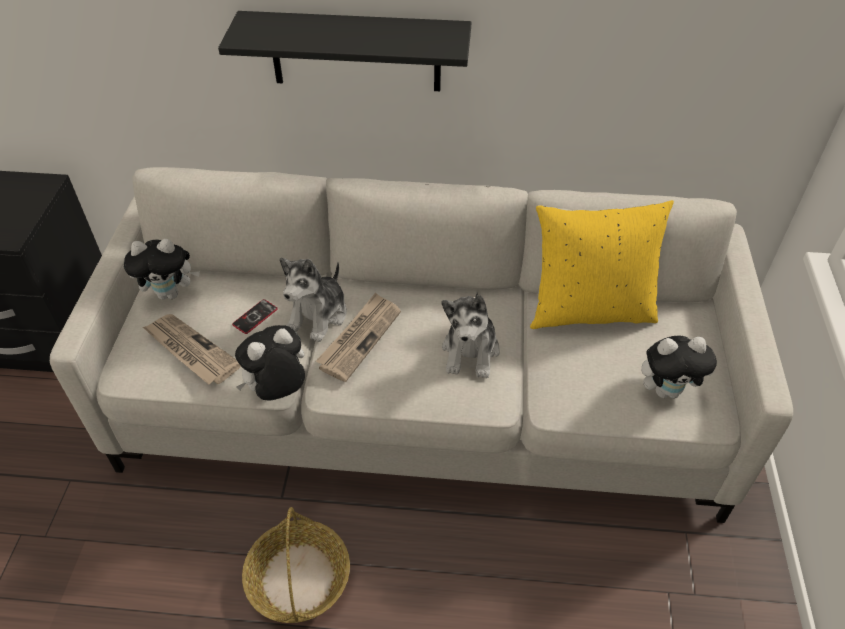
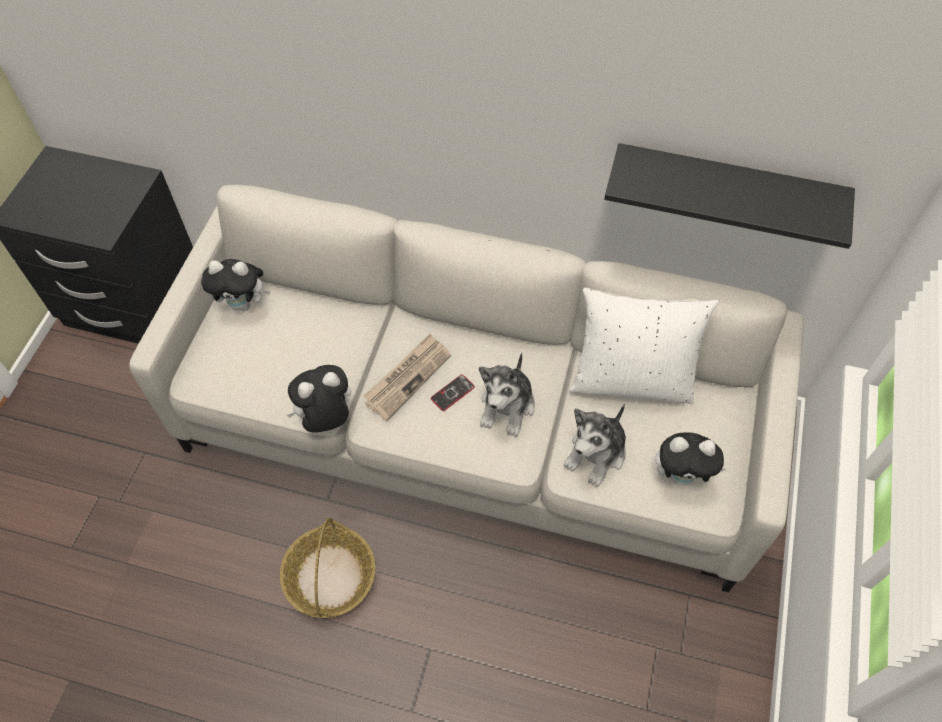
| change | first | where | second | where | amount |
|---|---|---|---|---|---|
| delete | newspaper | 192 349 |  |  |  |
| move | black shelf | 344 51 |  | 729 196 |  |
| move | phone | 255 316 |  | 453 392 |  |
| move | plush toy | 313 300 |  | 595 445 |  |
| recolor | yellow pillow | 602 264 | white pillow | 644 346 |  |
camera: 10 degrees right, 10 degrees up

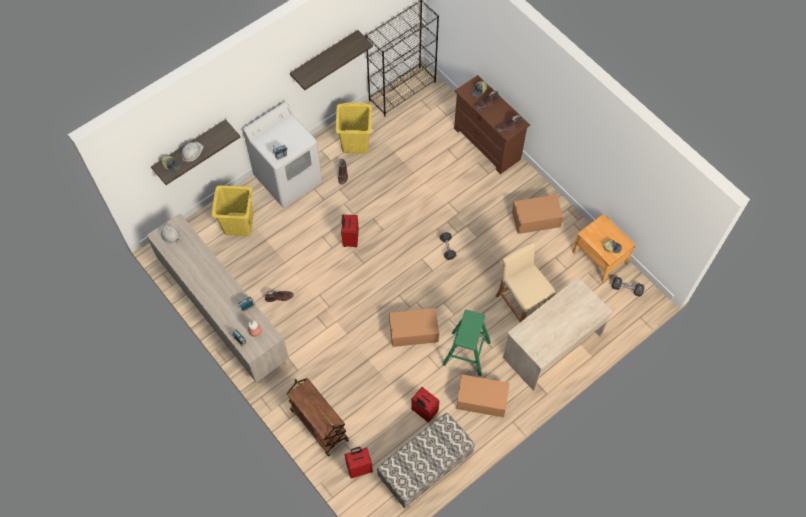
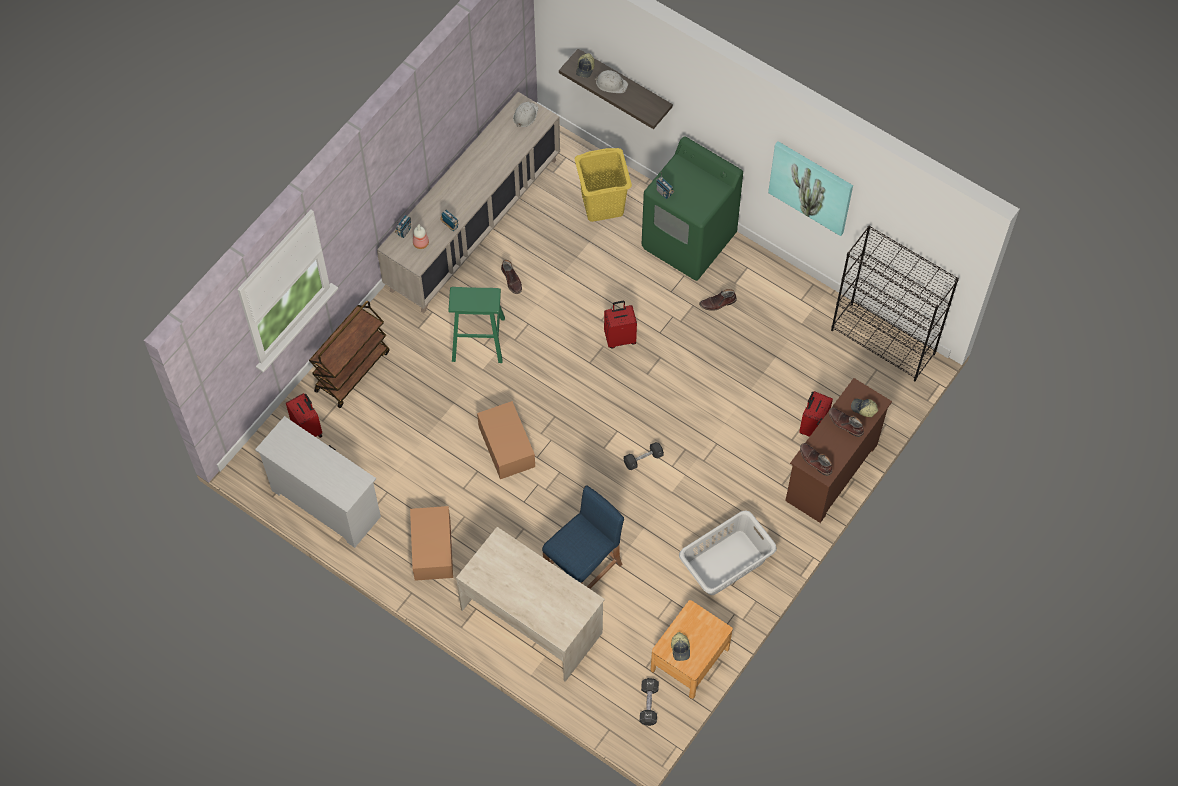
| change | first | where | second | where | amount |
|---|---|---|---|---|---|
| recolor | white washing machine | 282 155 | green washing machine | 692 209 |  |
| replace | shelf | 331 60 | picture | 810 188 |  |
| delete | yellow laundry basket | 354 128 |  |  |  |
| replace | bench | 426 460 | white dresser | 318 482 |  |
| move | red suitcase | 425 404 |  | 816 414 |  |
| move | green stool | 466 343 |  | 476 325 |  |
| recolor | beige stool | 525 282 | blue stool | 583 537 |  |
| replace | cardboard box | 537 214 | grey laundry basket | 728 553 |  |
camera: 75 degrees right, 0 degrees up

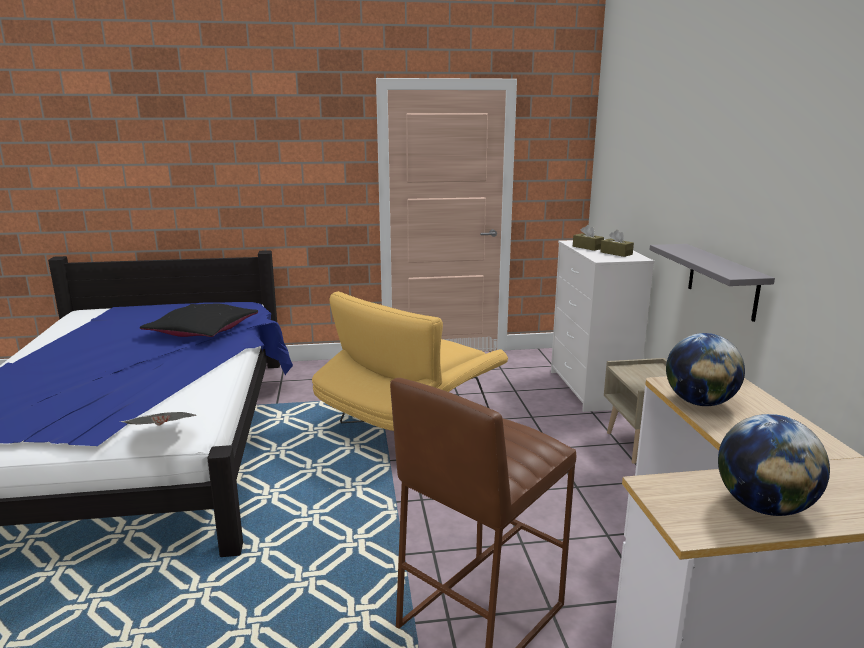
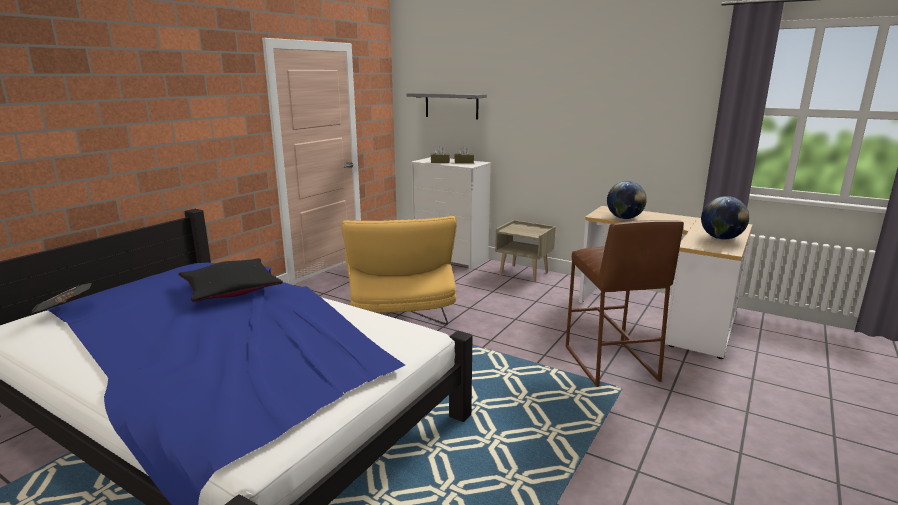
| change | first | where | second | where | amount |
|---|---|---|---|---|---|
| move | newspaper | 158 419 |  | 61 298 |  |
| move | grey shelf | 712 283 |  | 446 106 |  |
camera: 50 degrees left, 0 degrees up

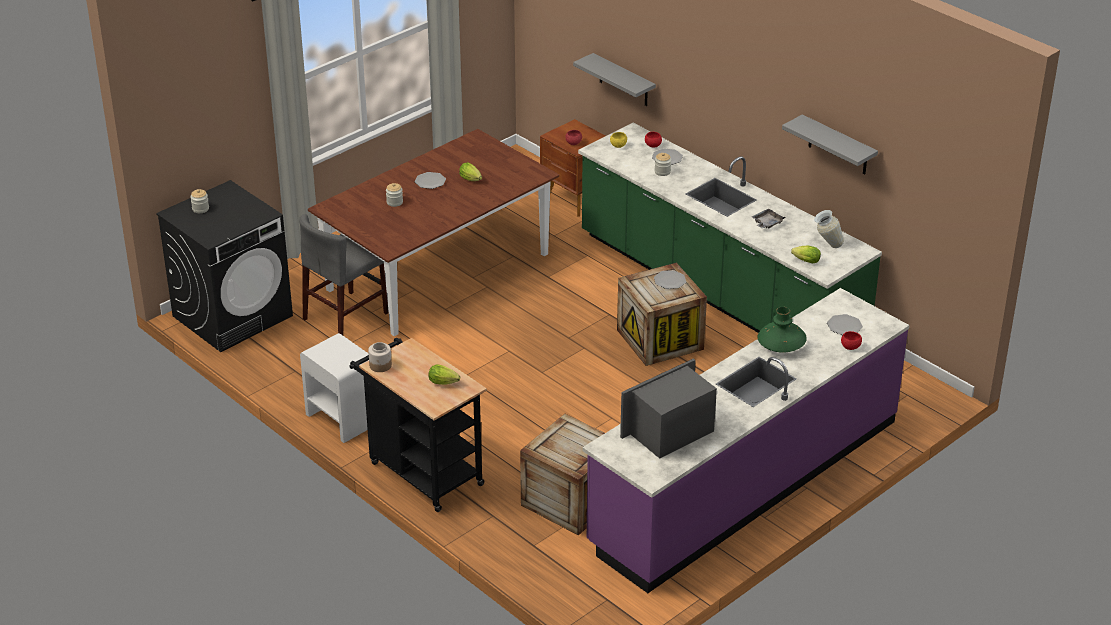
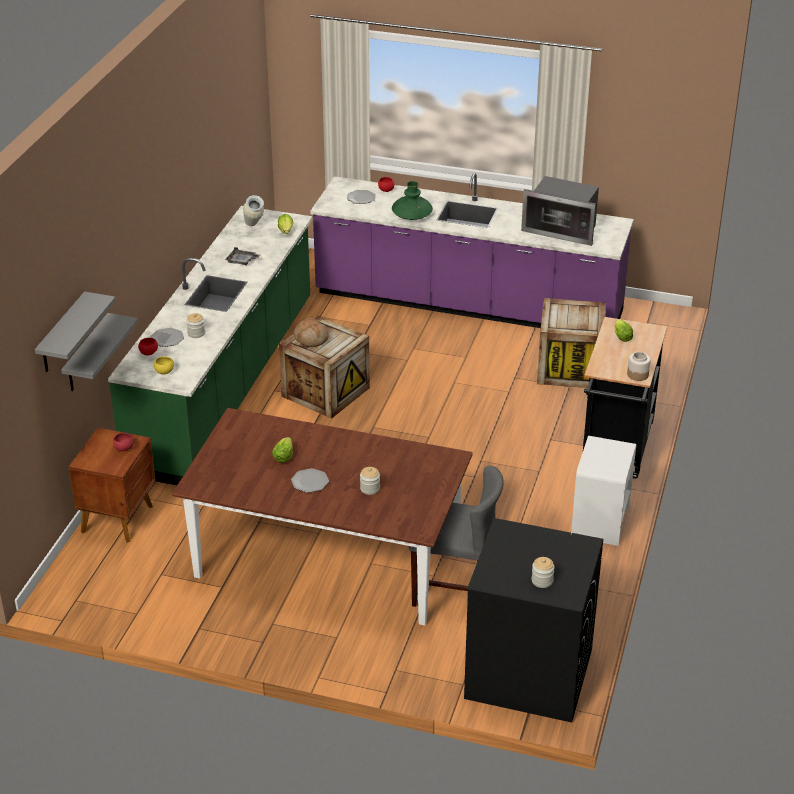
| change | first | where | second | where | amount |
|---|---|---|---|---|---|
| replace | plate | 670 279 | bread | 311 332 |  |
| move | grey shelf | 830 144 |  | 75 331 |  |
camera: 120 degrees left, 0 degrees up

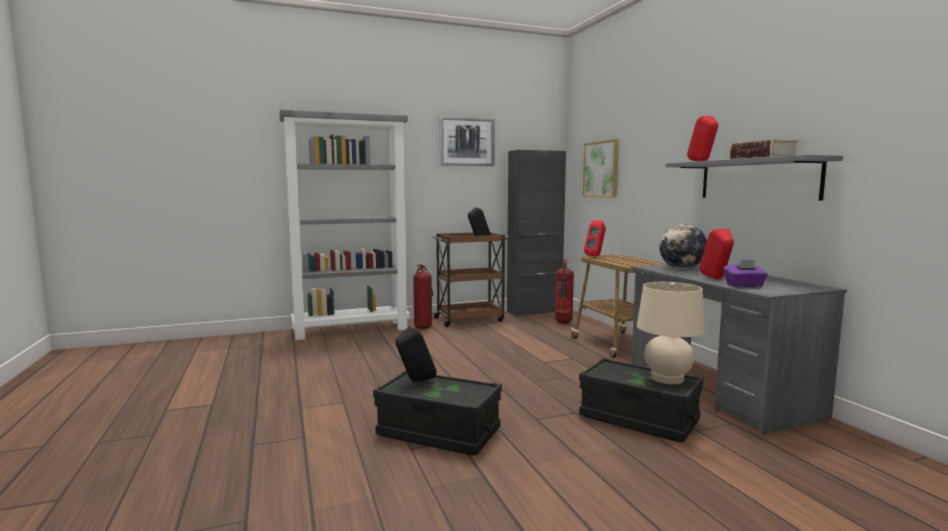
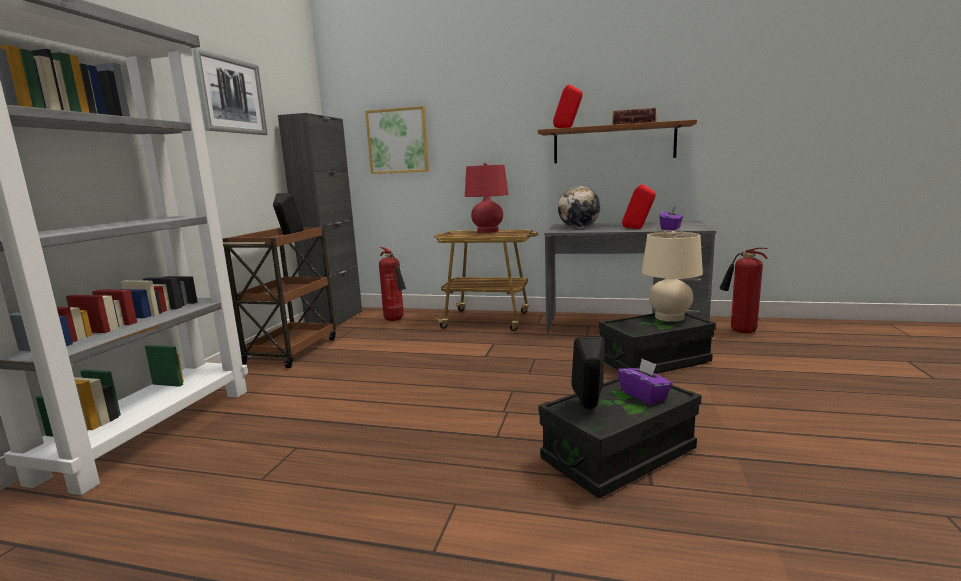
| change | first | where | second | where | amount |
|---|---|---|---|---|---|
| move | fire extinguisher | 423 297 |  | 744 290 |  |
| delete | red speaker | 595 238 |  |  |  |
| recolor | grey shelf | 754 178 | brown shelf | 617 141 |  |
| insert |  |  | red table lamp | 486 198 |  |
| insert |  |  | purple tissue box | 645 381 |  |
camera: 55 degrees left, 5 degrees up

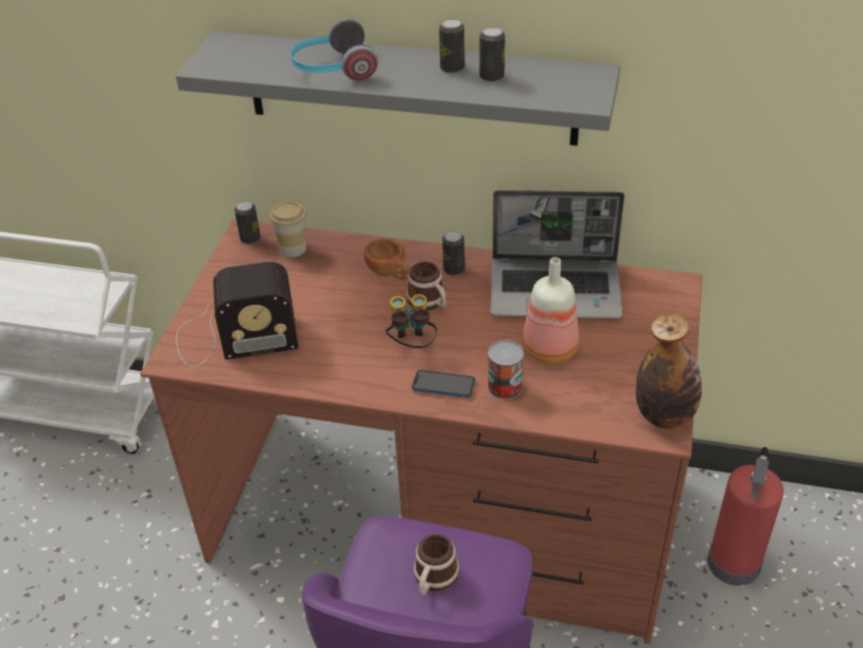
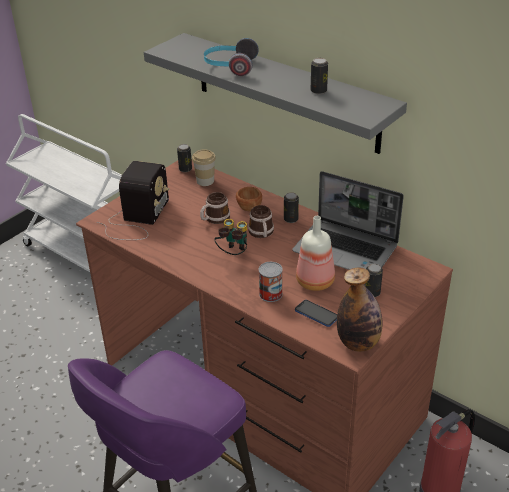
| change | first | where | second | where | amount |
|---|---|---|---|---|---|
| rotate | radio | 237 314 |  | 133 200 | 90 degrees counterclockwise |
| move | phone | 443 384 |  | 316 313 |  |
| move | mug | 436 564 |  | 215 208 |  |
| move | can | 452 46 |  | 374 280 |  |
camera: 25 degrees right, 5 degrees down

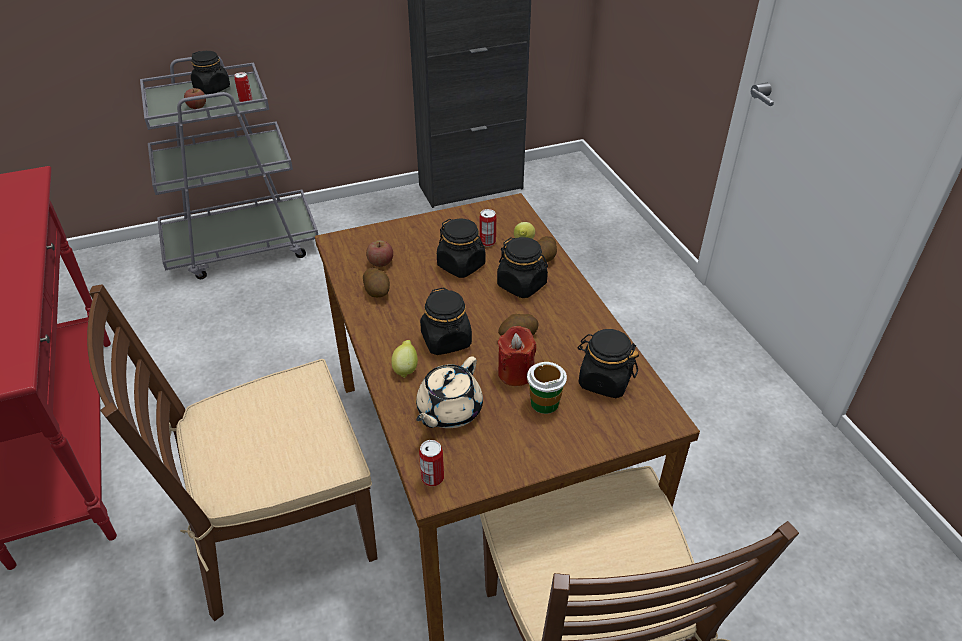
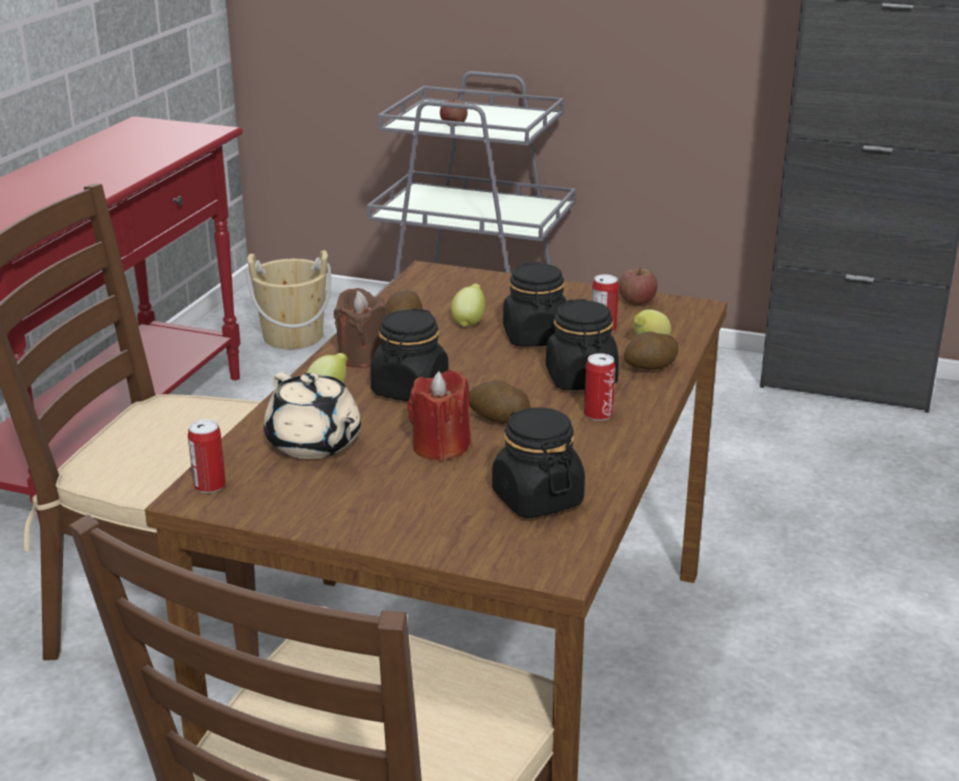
| change | first | where | second | where | amount |
|---|---|---|---|---|---|
| delete | black jar | 210 72 |  |  |  |
| move | can | 243 87 |  | 599 387 |  |
| move | apple | 379 253 |  | 638 286 |  |
| rotate | beige teapot | 449 392 |  | 312 416 | 105 degrees counterclockwise |
| delete | cup | 547 388 |  |  |  |
| insert |  |  | beige bucket | 288 299 |  |
| insert |  |  | brown candle | 361 328 |  |
| insert |  |  | lemon | 468 305 |  |
camera: 40 degrees right, 15 degrees down

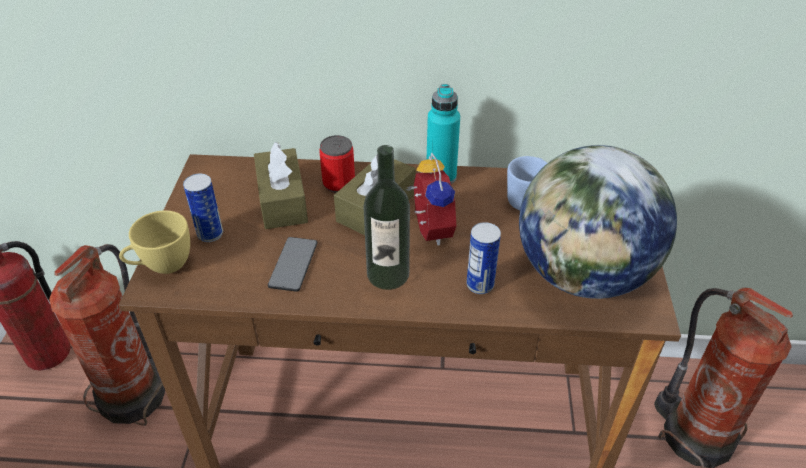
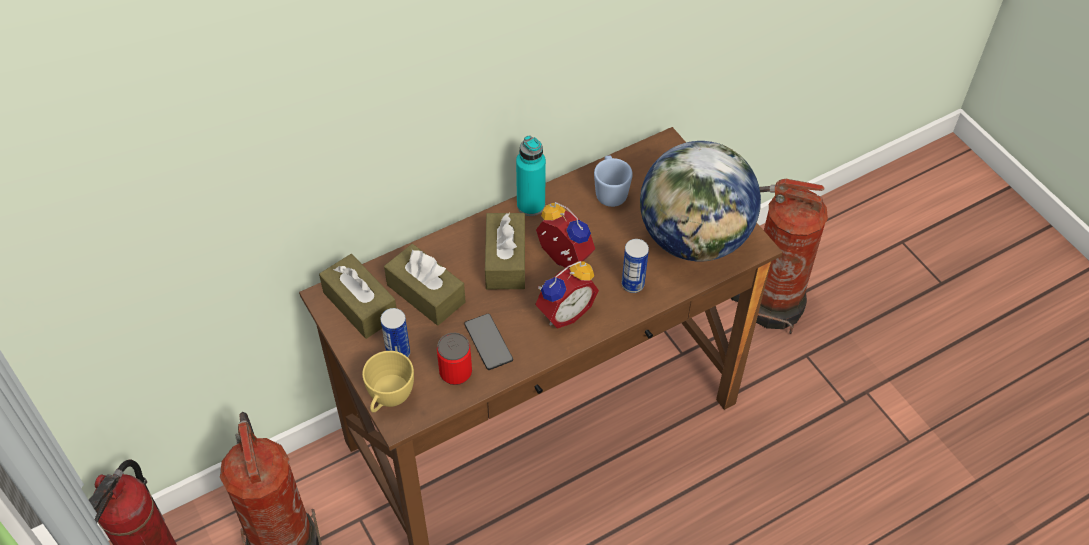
| change | first | where | second | where | amount |
|---|---|---|---|---|---|
| move | can | 337 164 |  | 454 359 |  |
| replace | bottle | 386 217 | alarm clock | 567 295 |  |
| insert |  |  | brown tissue box | 357 296 |  |
camera: 35 degrees left, 10 degrees up

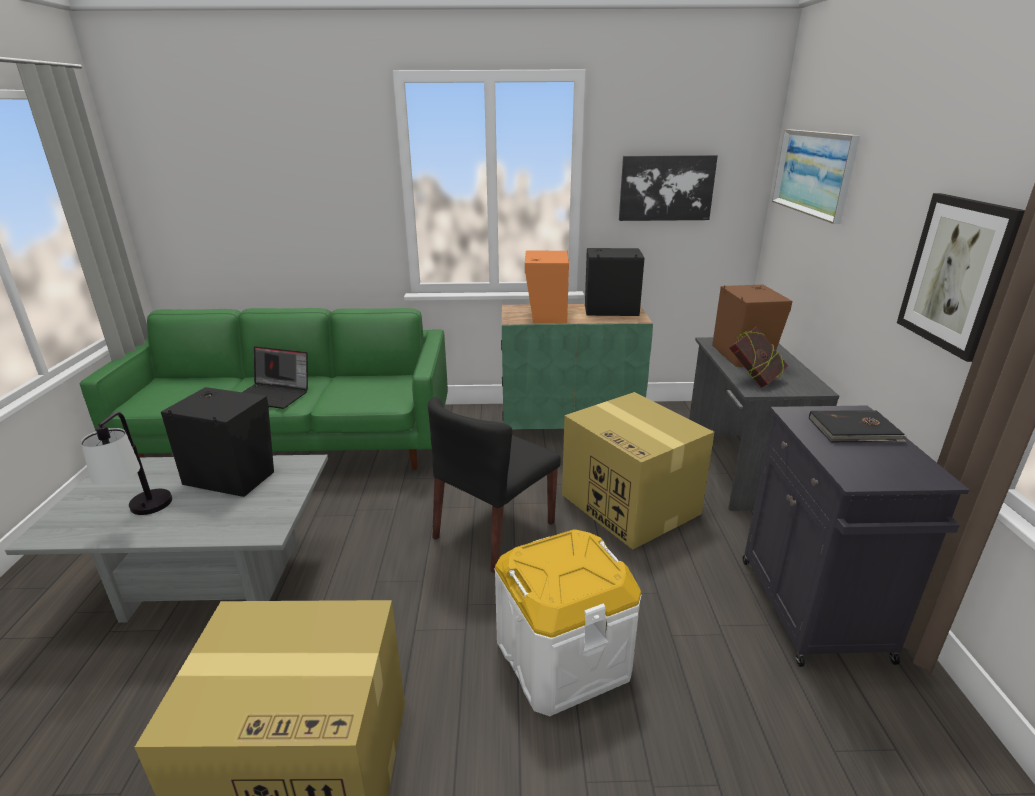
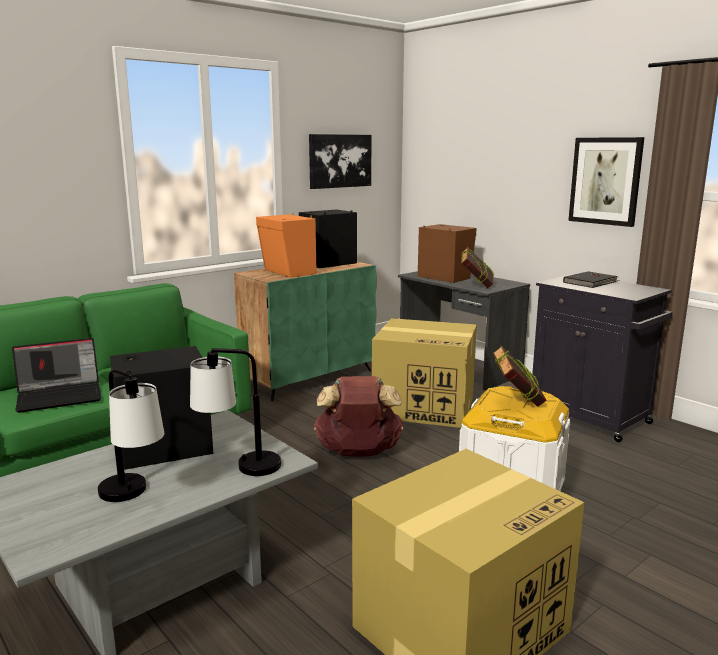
| change | first | where | second | where | amount |
|---|---|---|---|---|---|
| replace | black chair | 494 485 | brown backpack | 359 416 |  |
| delete | picture | 816 176 |  |  |  |
| insert |  |  | table lamp | 235 412 |  |
| insert |  |  | book | 519 376 |  |
camera: 40 degrees left, 10 degrees down

